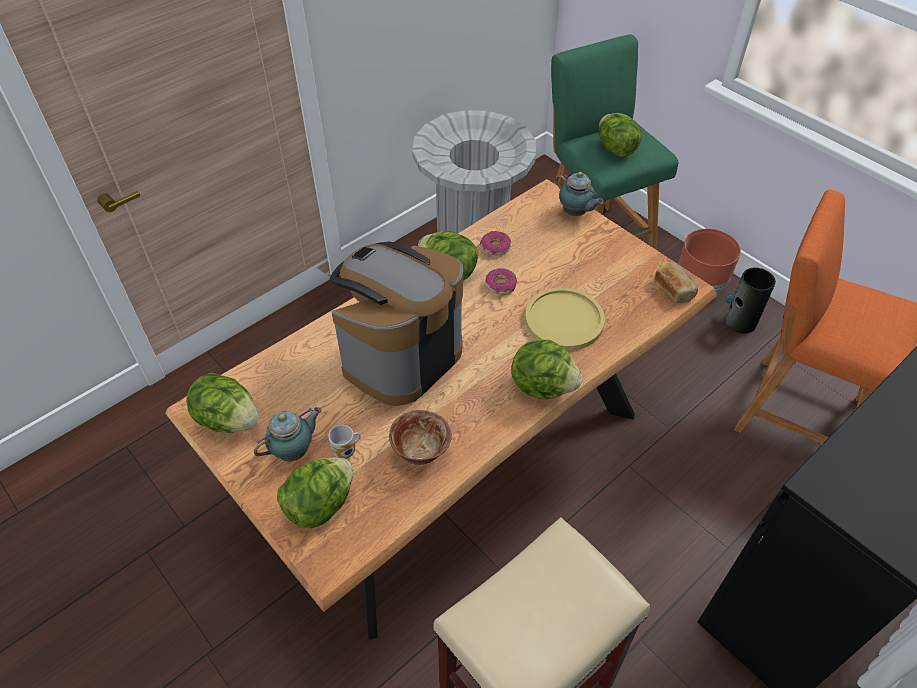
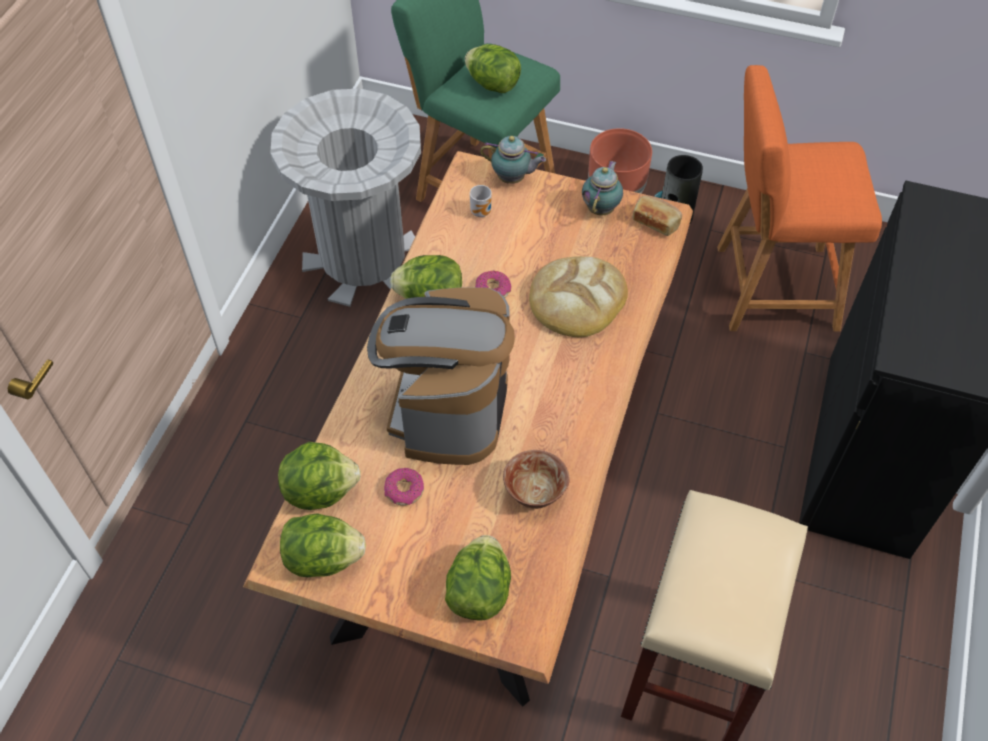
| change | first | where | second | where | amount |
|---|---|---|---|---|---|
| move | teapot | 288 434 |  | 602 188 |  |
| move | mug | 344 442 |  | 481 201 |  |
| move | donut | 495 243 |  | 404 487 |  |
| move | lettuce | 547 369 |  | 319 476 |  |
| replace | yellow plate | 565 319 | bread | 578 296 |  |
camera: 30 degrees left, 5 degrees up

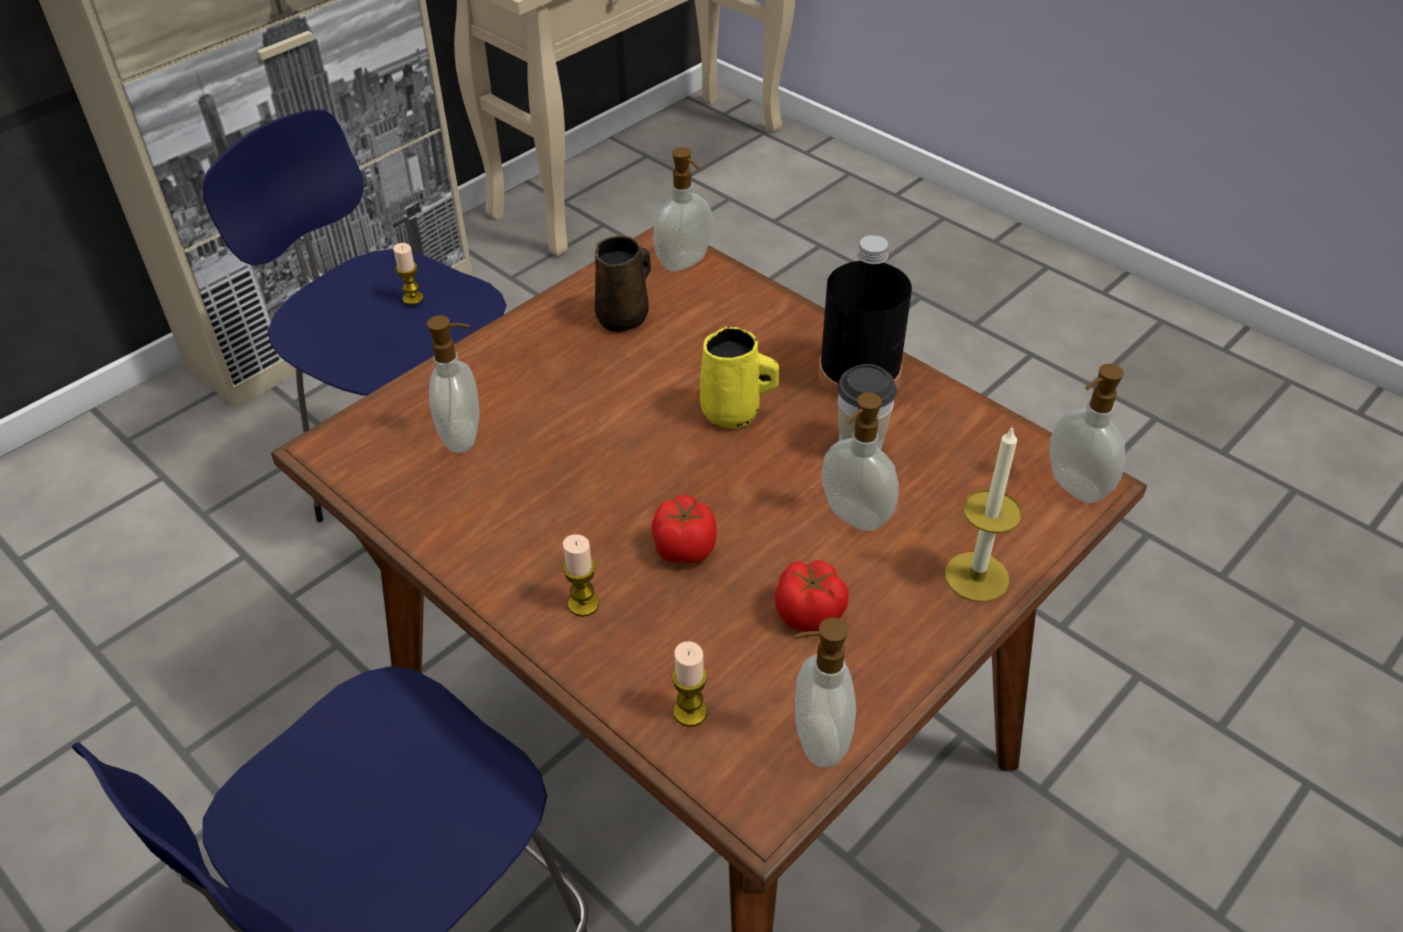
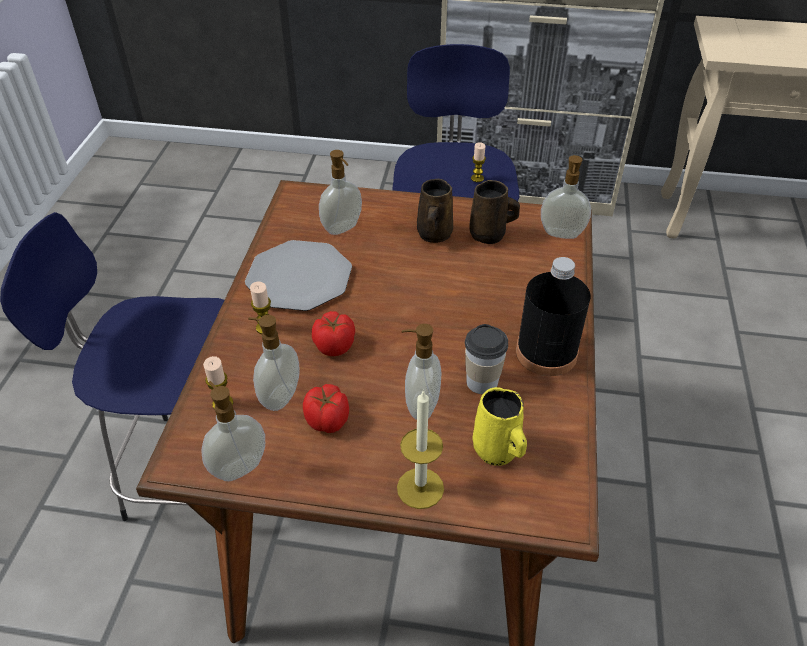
| change | first | where | second | where | amount |
|---|---|---|---|---|---|
| move | yellow mug | 739 377 |  | 499 426 |  |
| move | soap dispenser | 1087 433 |  | 273 363 |  |
| insert |  |  | plate | 298 275 |  |
| insert |  |  | brown mug | 435 211 |  |
camera: 55 degrees right, 0 degrees up

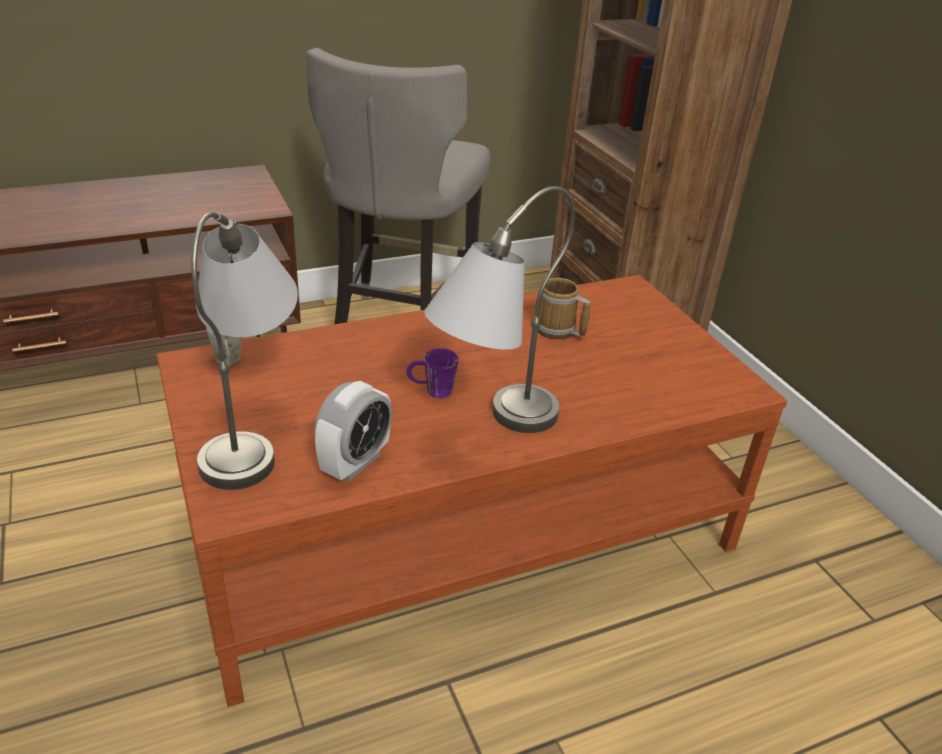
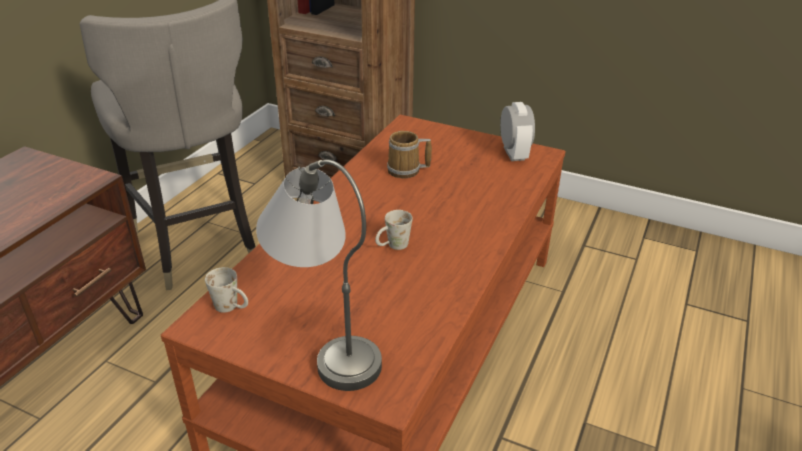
| change | first | where | second | where | amount |
|---|---|---|---|---|---|
| move | alarm clock | 353 431 |  | 517 131 |  |
| recolor | purple mug | 432 373 | white mug | 394 230 |  |
| delete | grey table lamp | 499 309 |  |  |  |
camera: 40 degrees left, 0 degrees up

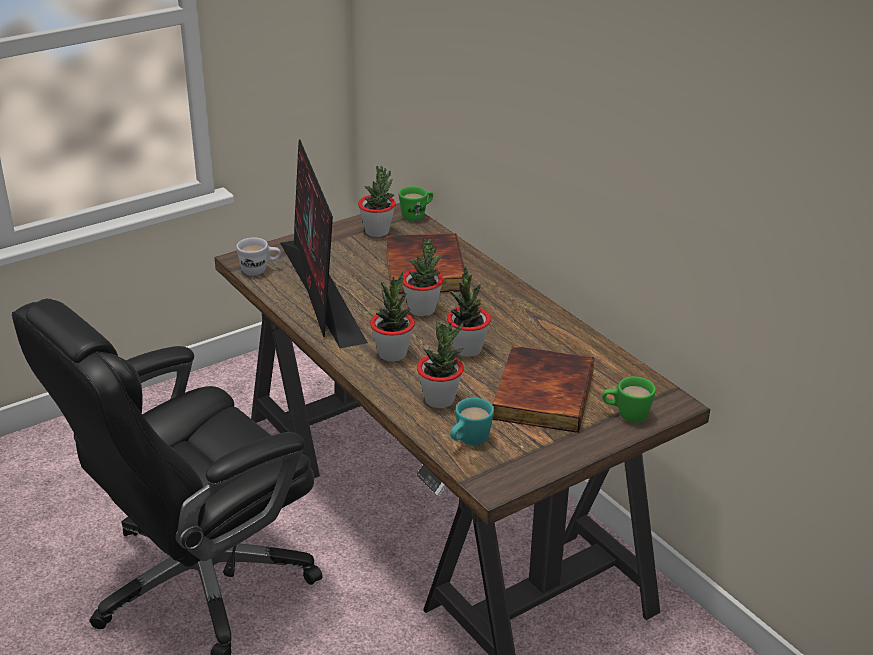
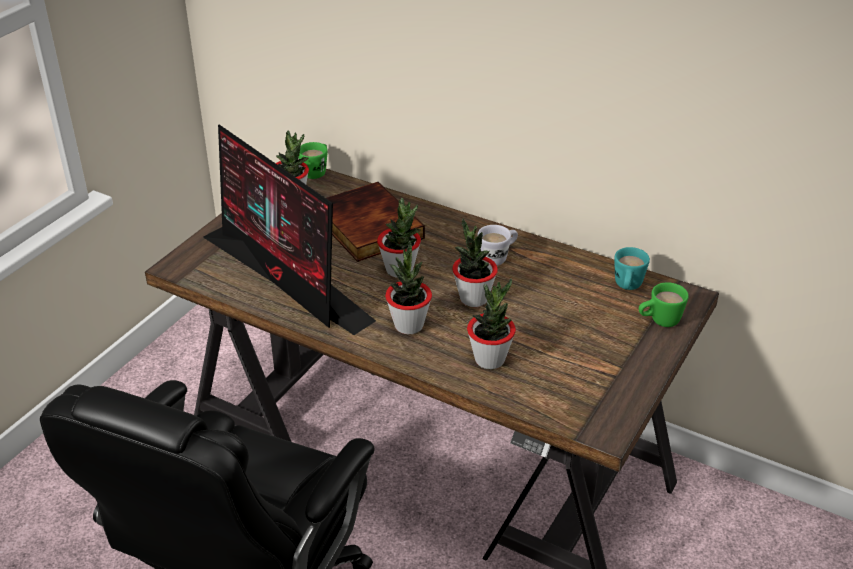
| change | first | where | second | where | amount |
|---|---|---|---|---|---|
| move | white mug | 258 256 |  | 498 245 |  |
| move | turquoise mug | 472 421 |  | 632 268 |  |
| delete | book | 543 389 |  |  |  |
camera: 25 degrees left, 5 degrees up

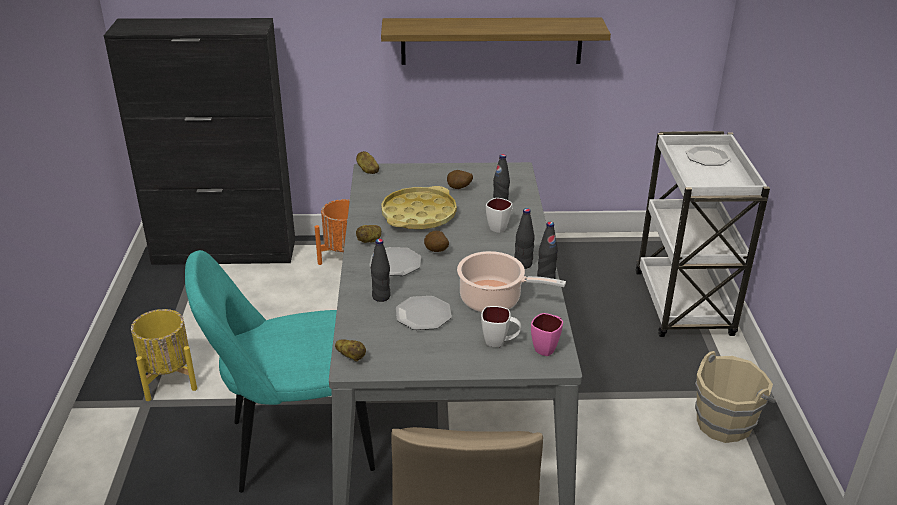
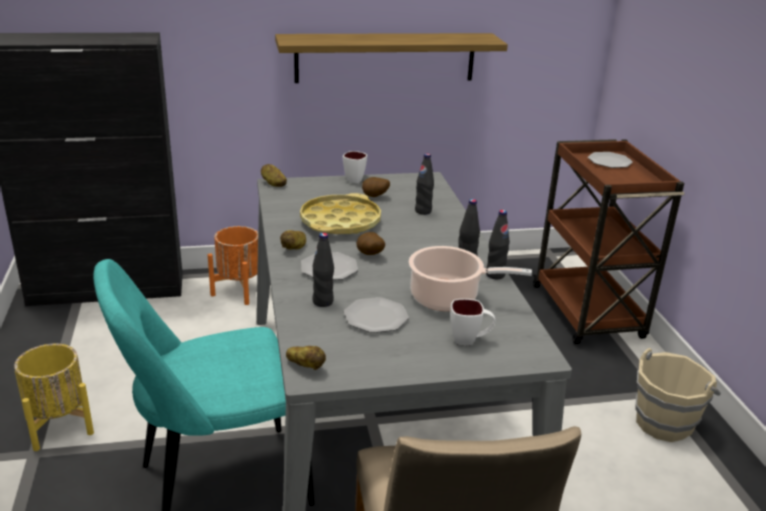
| change | first | where | second | where | amount |
|---|---|---|---|---|---|
| move | white mug | 499 215 |  | 355 167 |  |
| delete | pink mug | 547 334 |  |  |  |
| recolor | white cart | 702 234 | brown cart | 608 241 |  |
camera: 10 degrees left, 5 degrees down

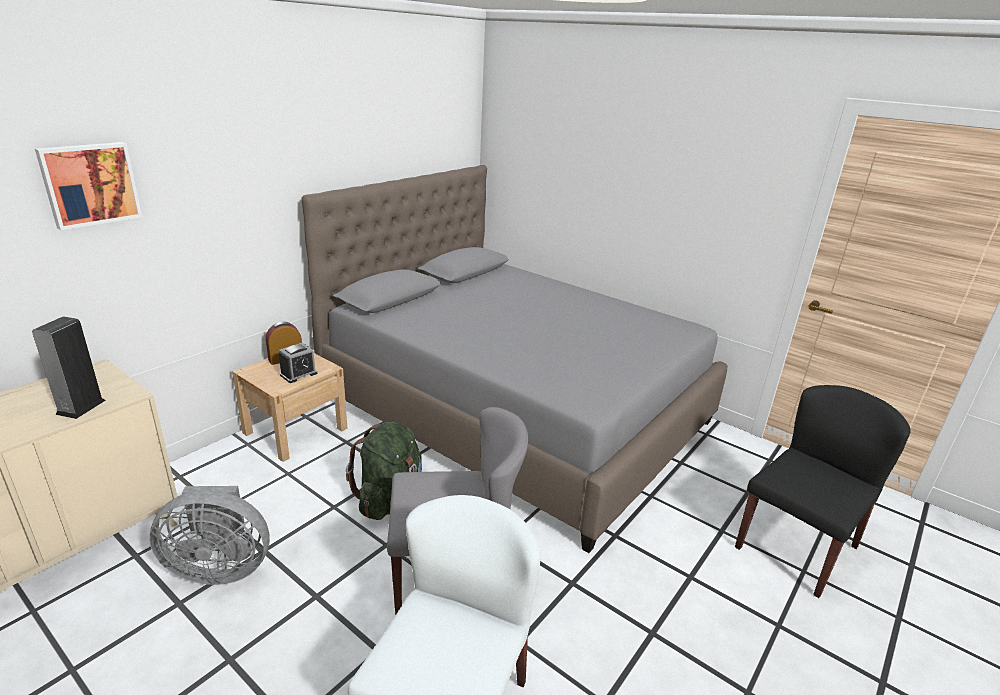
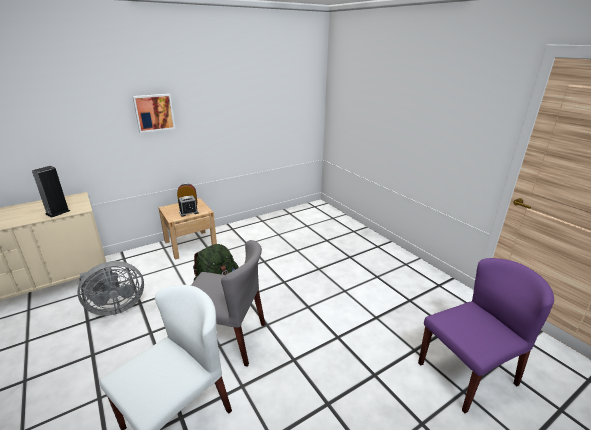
| change | first | where | second | where | amount |
|---|---|---|---|---|---|
| move | picture | 88 186 |  | 153 113 |  |
| rotate | grey fan | 209 535 |  | 110 288 | 45 degrees counterclockwise |
| delete | grey bed | 514 359 |  |  |  |
| recolor | black chair | 823 491 | purple chair | 486 335 |  |
camera: 20 degrees right, 0 degrees up

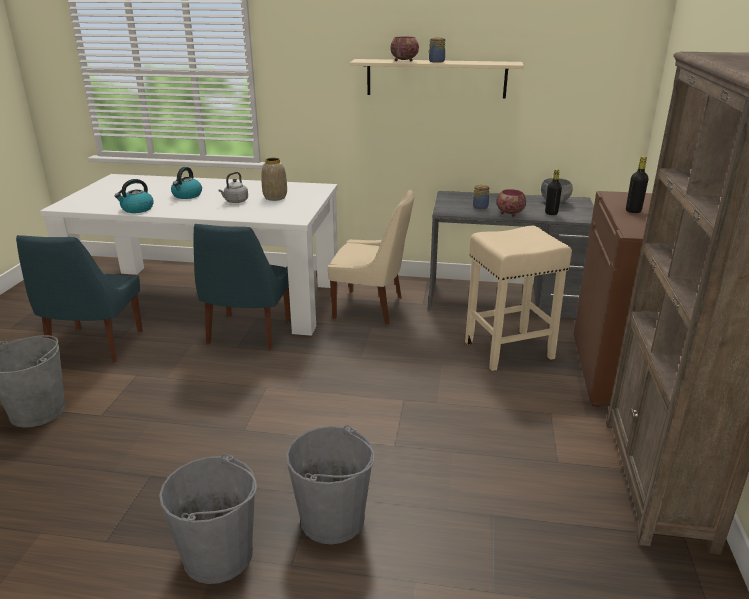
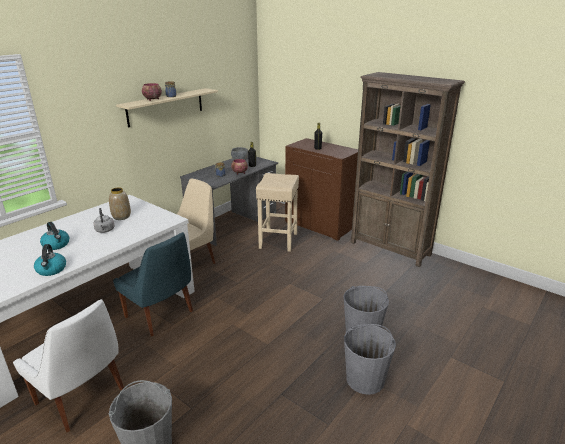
| change | first | where | second | where | amount |
|---|---|---|---|---|---|
| recolor | blue chair | 79 299 | white chair | 68 365 |  |
camera: 60 degrees left, 0 degrees up

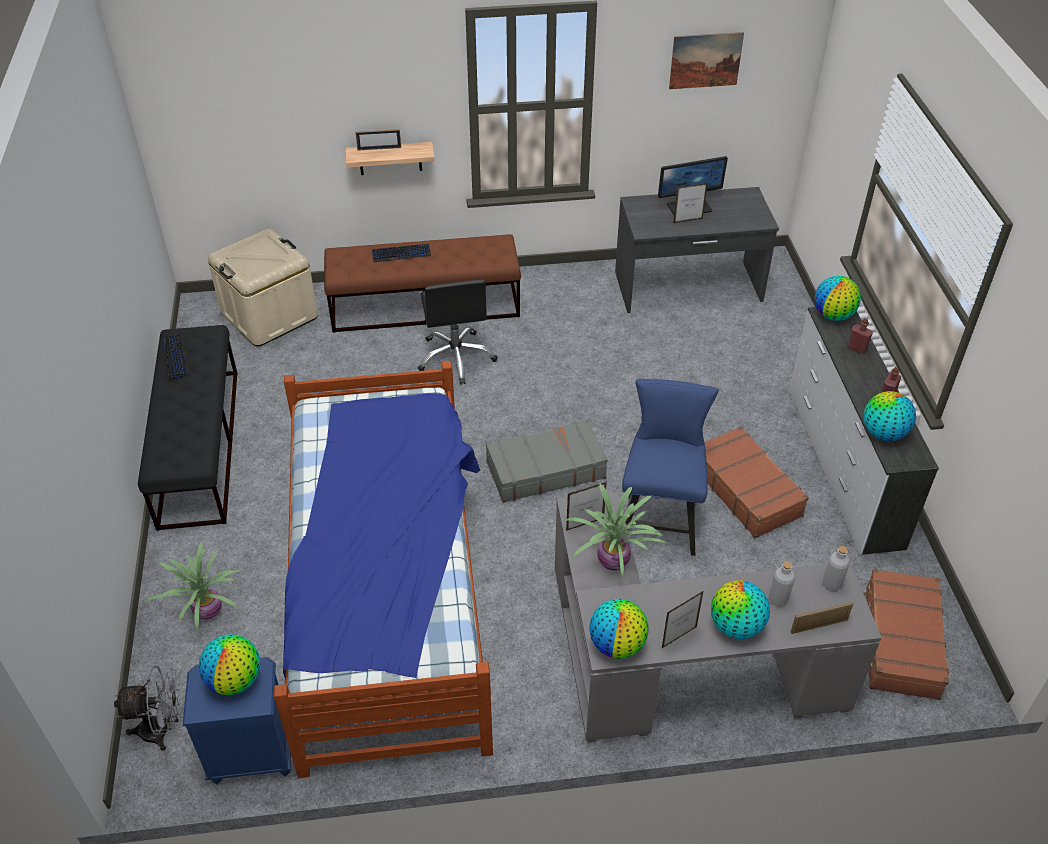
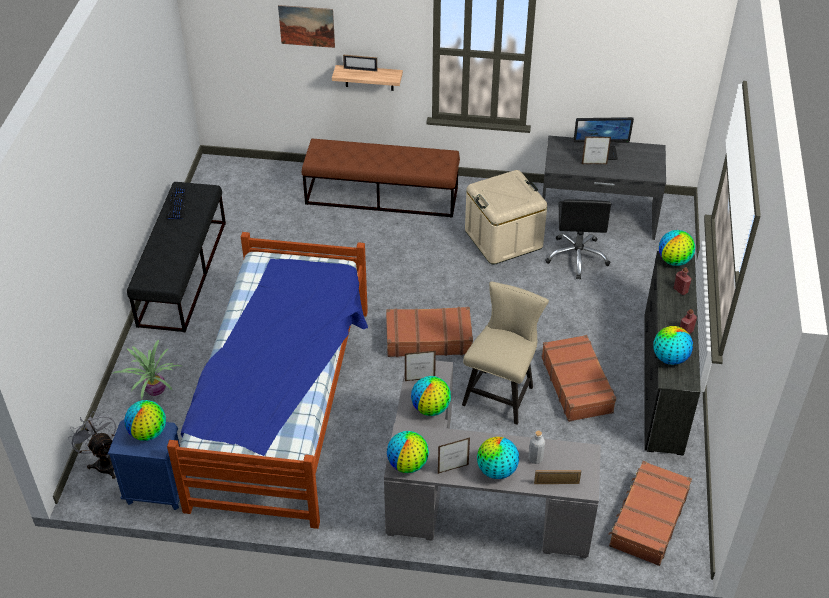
| change | first | where | second | where | amount |
|---|---|---|---|---|---|
| rotate | grey fan | 147 708 |  | 92 445 | 135 degrees counterclockwise |
| move | beige storage box | 263 287 |  | 506 217 |  |
| delete | keyboard | 401 253 |  |  |  |
| move | black office chair | 458 332 |  | 578 239 |  |
| recolor | grey suitcase | 547 461 | brown suitcase | 429 332 |  |
| replace | potted plant | 616 530 | globe | 431 396 |  |
| recolor | blue chair | 670 467 | beige chair | 505 353 |  |
| move | picture | 706 60 |  | 306 26 |  |
| recolor | white dresser | 864 431 | black dresser | 673 353 |  |
| delete | grey bottle | 836 568 |  |  |  |
camera: 15 degrees right, 0 degrees up

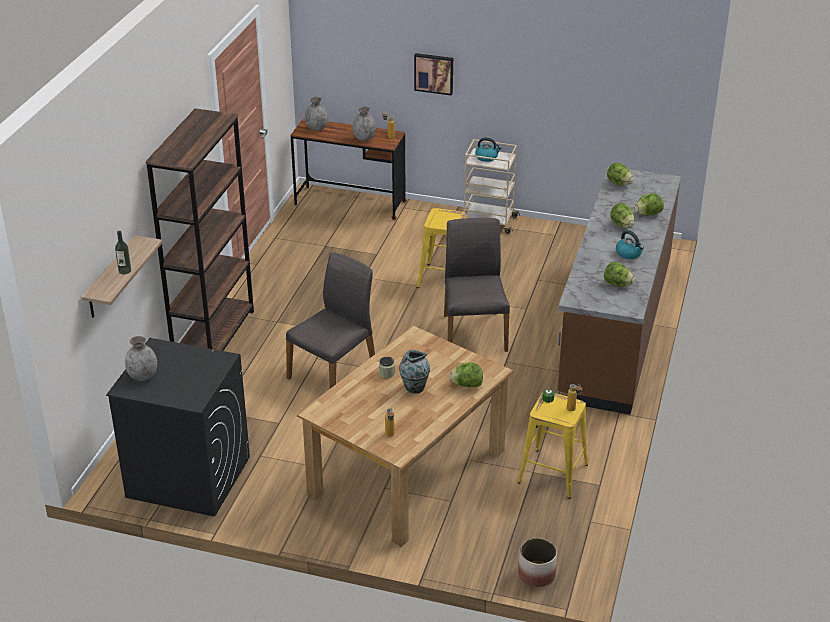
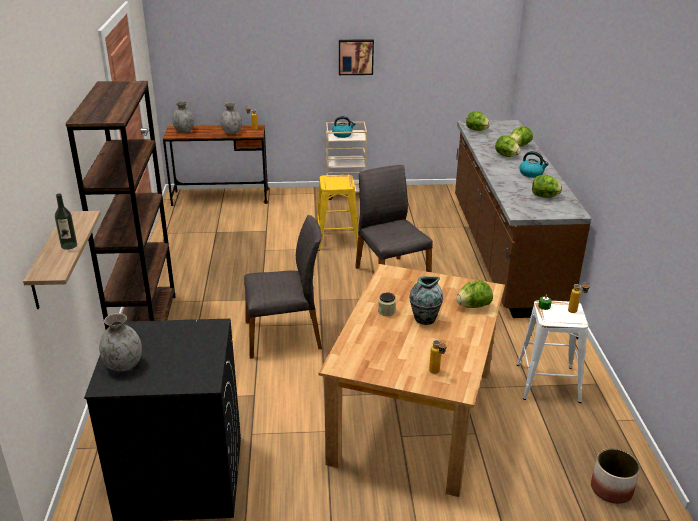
| change | first | where | second | where | amount |
|---|---|---|---|---|---|
| rotate | grey chair | 330 320 |  | 283 287 | 60 degrees clockwise |
| move | picture | 433 74 |  | 356 57 |  |
| recolor | yellow stool | 552 446 | white stool | 552 351 |  |
camera: 20 degrees left, 5 degrees down

